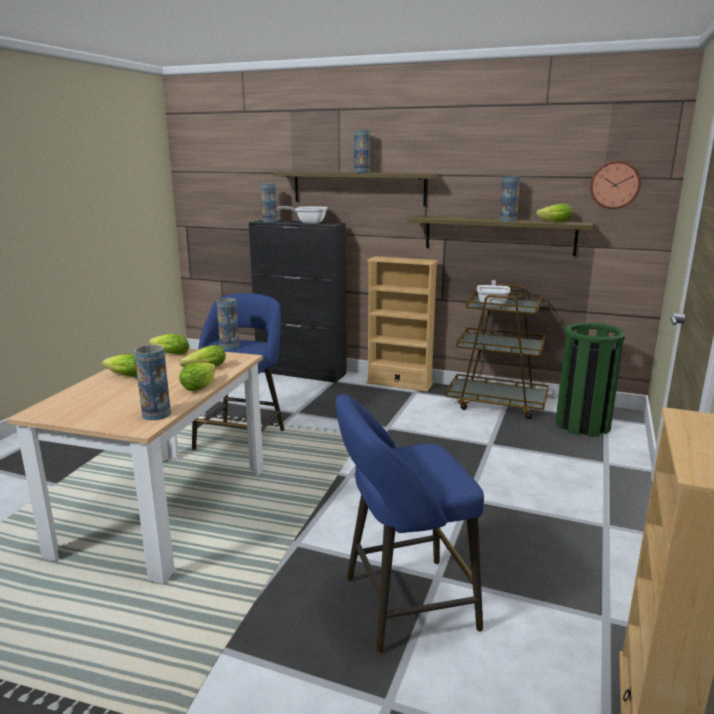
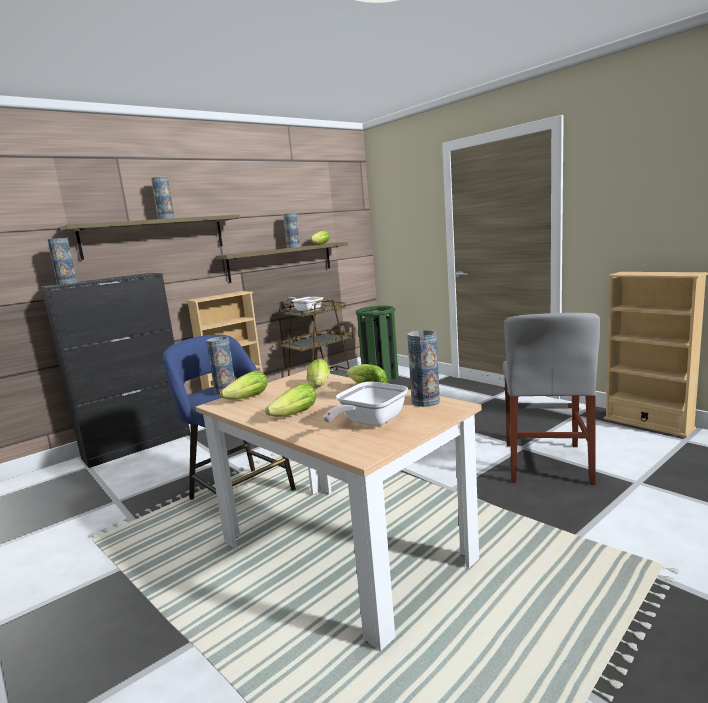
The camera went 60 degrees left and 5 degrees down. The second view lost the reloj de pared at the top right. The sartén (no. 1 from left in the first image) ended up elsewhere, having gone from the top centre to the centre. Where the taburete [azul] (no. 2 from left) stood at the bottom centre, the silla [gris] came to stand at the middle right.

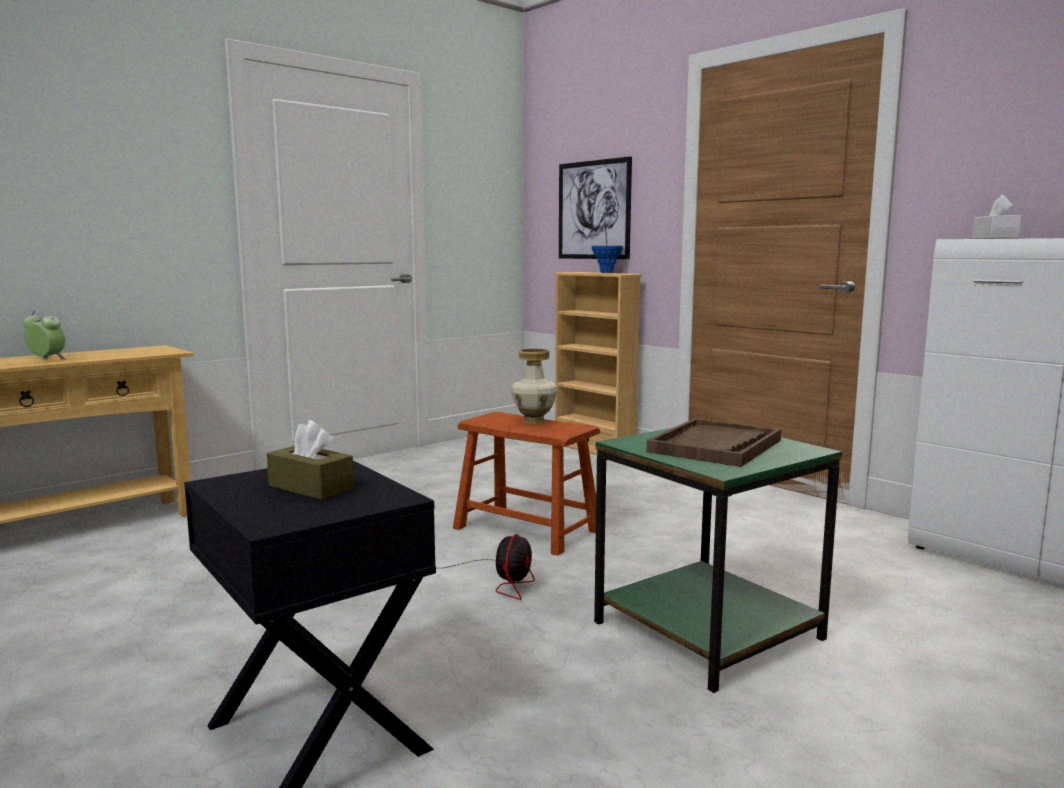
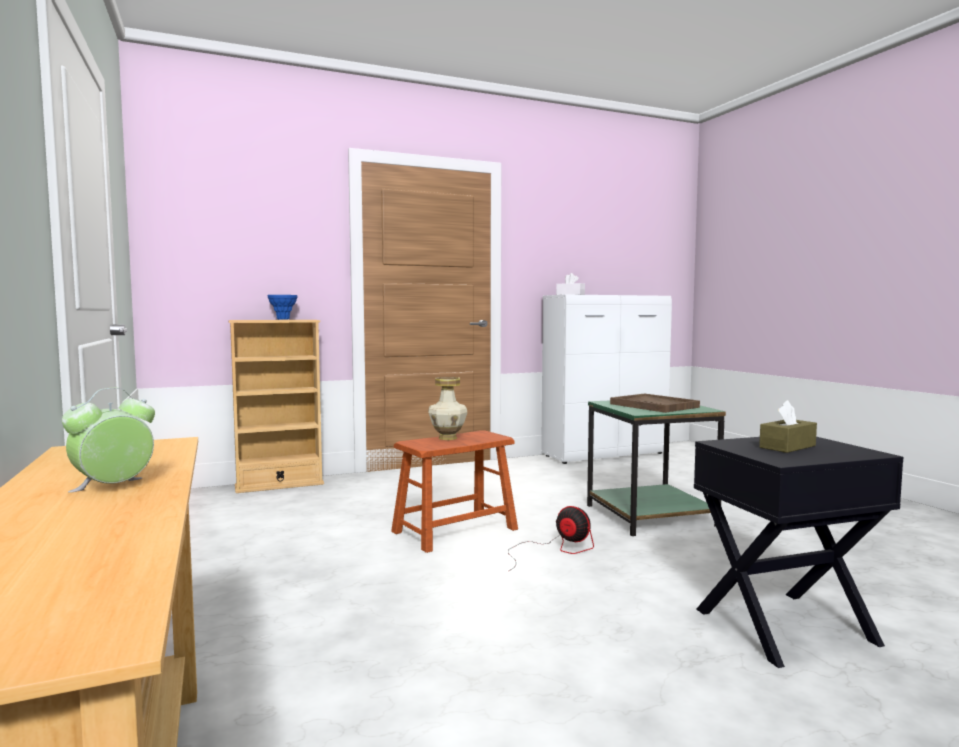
The camera went 70 degrees left and 5 degrees down. The second view lost the cuadro at the top centre.

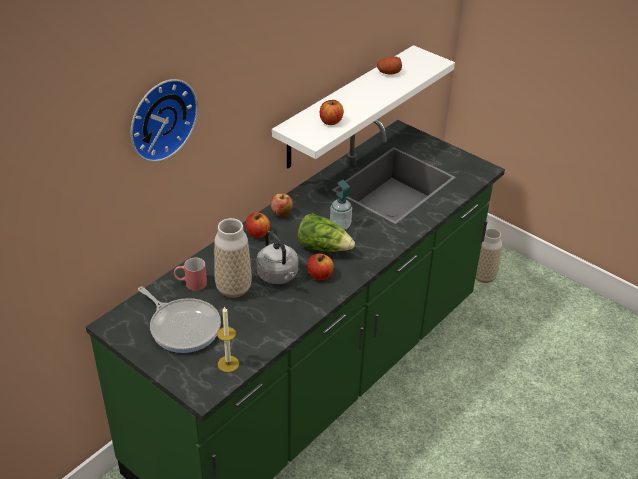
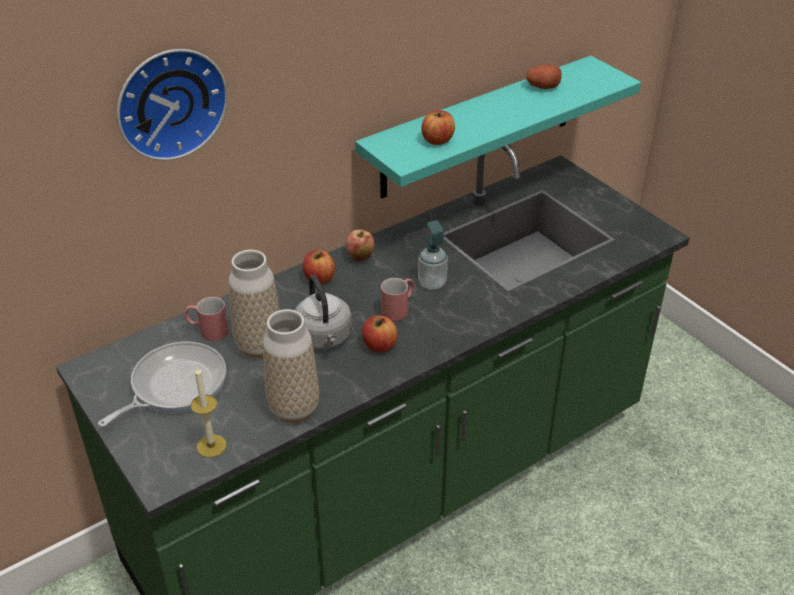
The camera went 15 degrees right and 0 degrees up. The florero (no. 2 from left) ended up elsewhere, having gone from the middle right to the centre. Where the lechuga stood at the centre, the taza grande [rojo] (no. 2 from left) came to stand at the centre. What was the estante [blanco] at the top centre turned into the estante [turquesa] at the top centre. The sartén at the bottom left ended up facing another way, 105 degrees counterclockwise from before.

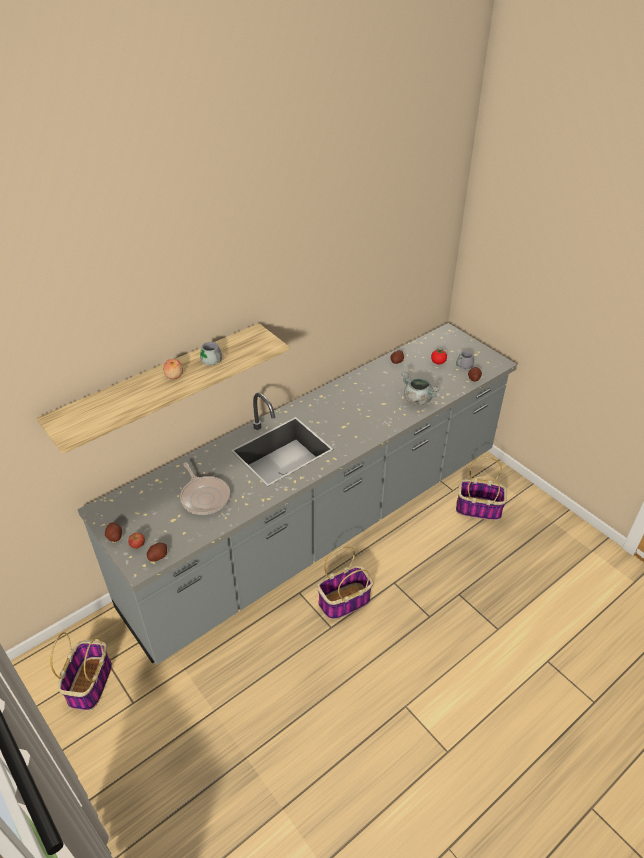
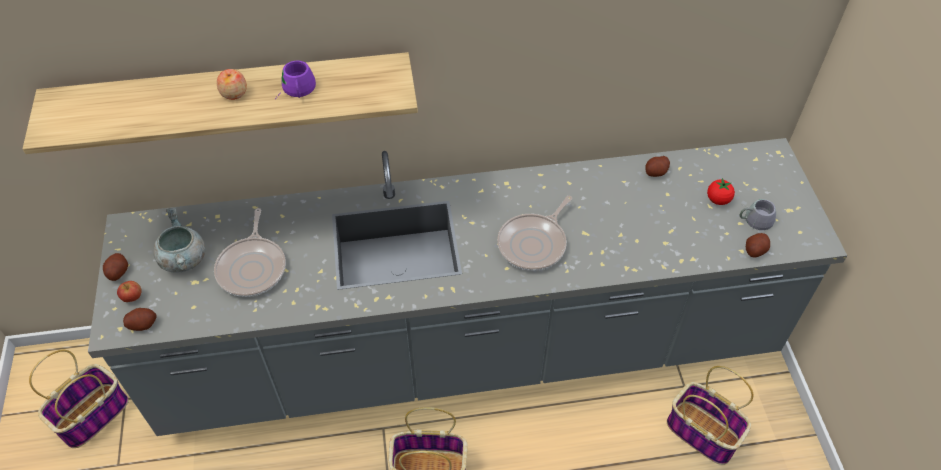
The camera went 30 degrees right and 10 degrees up. The second view gained the sartén (no. 2 from left) at the centre. The olla [gris] ended up elsewhere, having gone from the centre to the middle left. What was the taza grande [gris] (no. 1 from left) at the middle left turned into the taza grande [morado] at the top left.

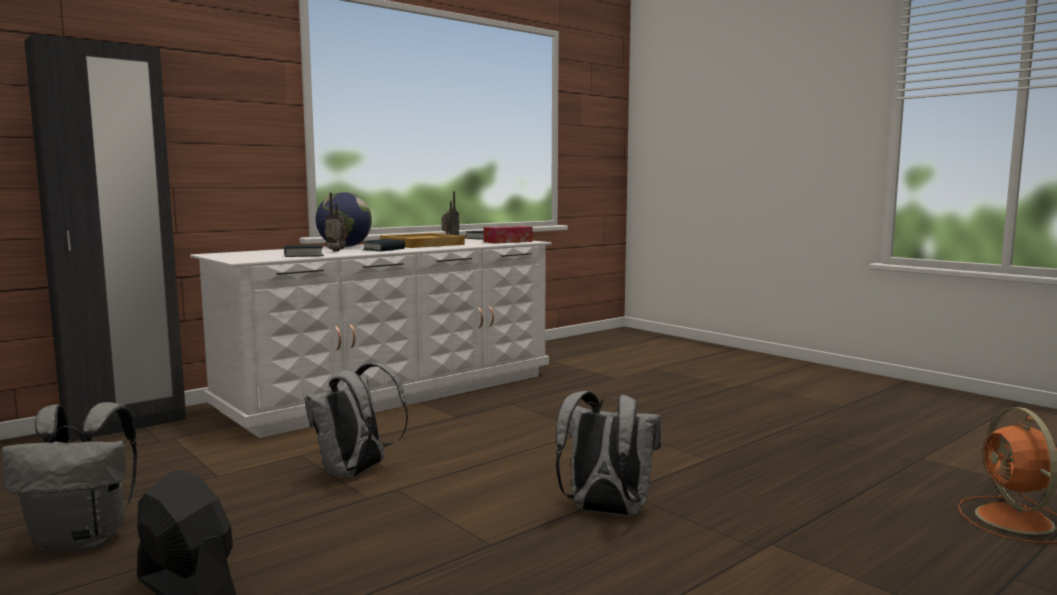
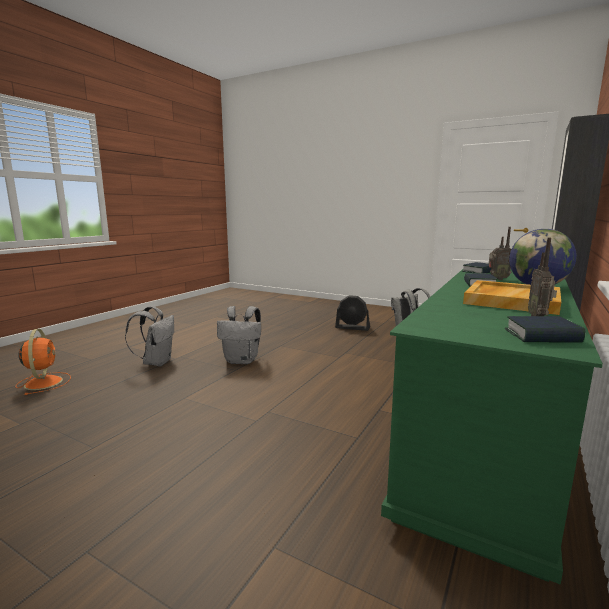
The camera went 160 degrees right and 5 degrees up. The second view lost the caja de pañuelos at the centre. The mochila [gris] (no. 2 from left in the first image) ended up elsewhere, having gone from the bottom centre to the middle left. What was the cómoda [blanco] at the centre turned into the cómoda [verde] at the bottom right.

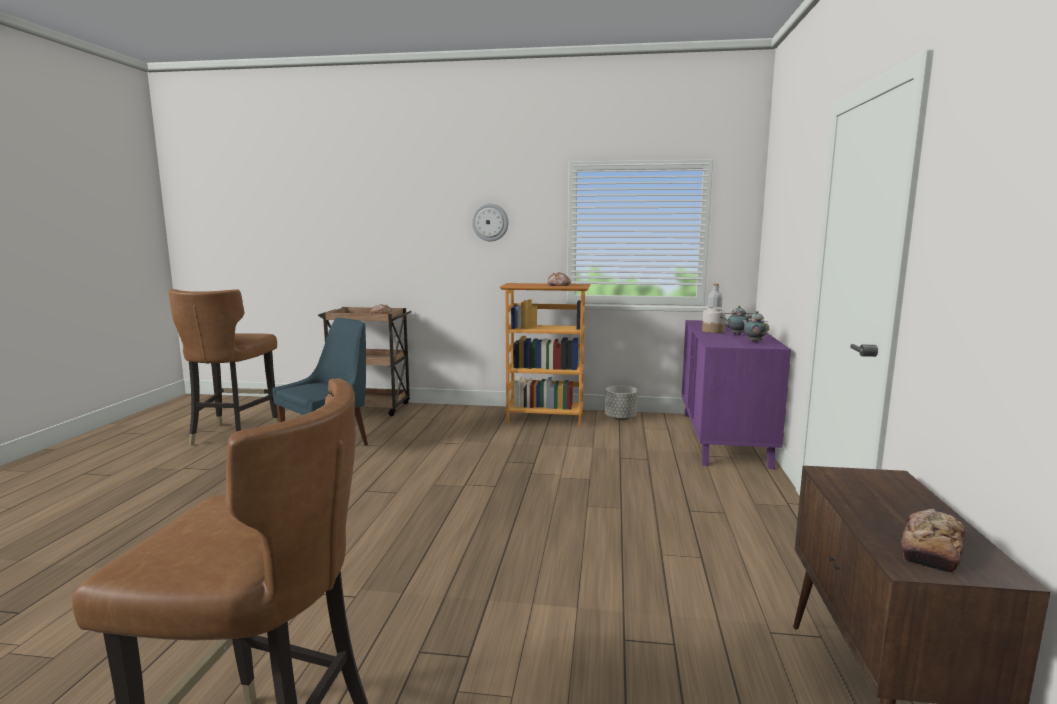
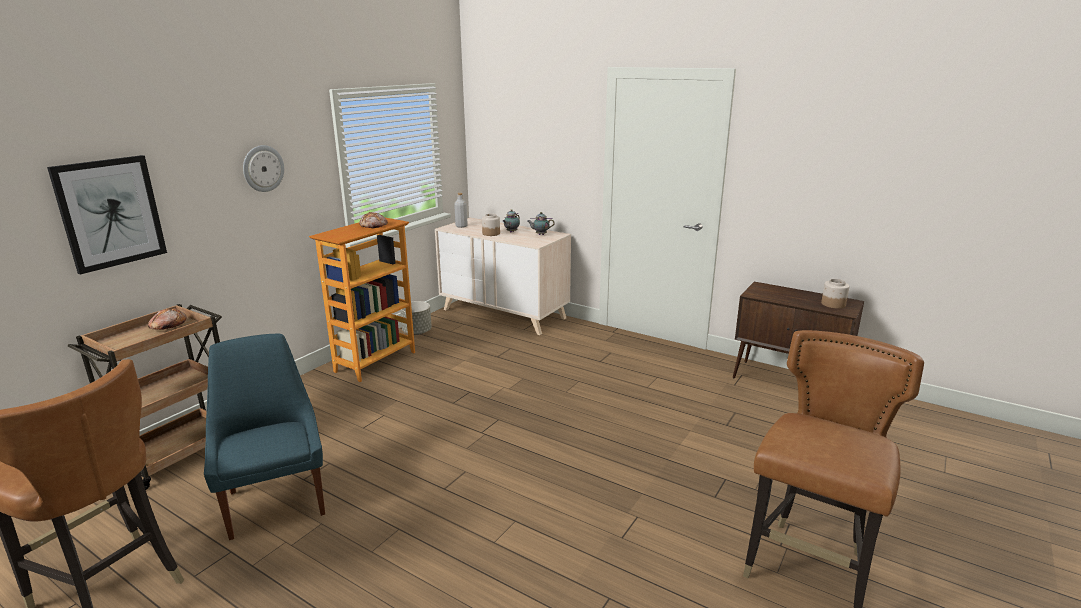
The camera went 65 degrees left and 10 degrees up. The second view gained the cuadro at the middle left. Where the pan (no. 3 from left) stood at the bottom right, the tarro (no. 2 from left) came to stand at the middle right. What was the cómoda [morado] at the middle right turned into the cómoda [beis] at the centre.

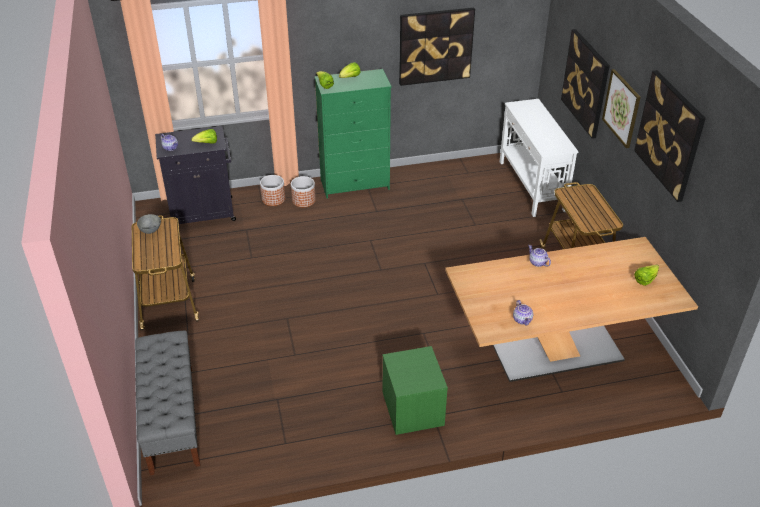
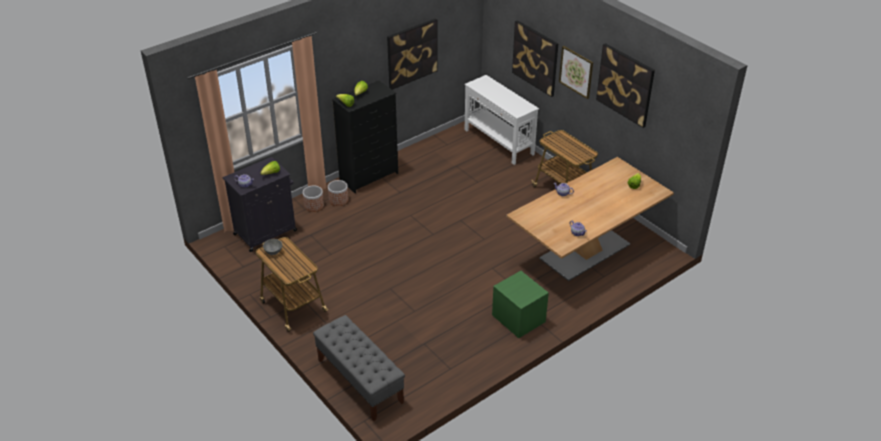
The camera went 25 degrees left and 0 degrees up. What was the cómoda [verde] at the top centre turned into the cómoda [negro] at the top centre.

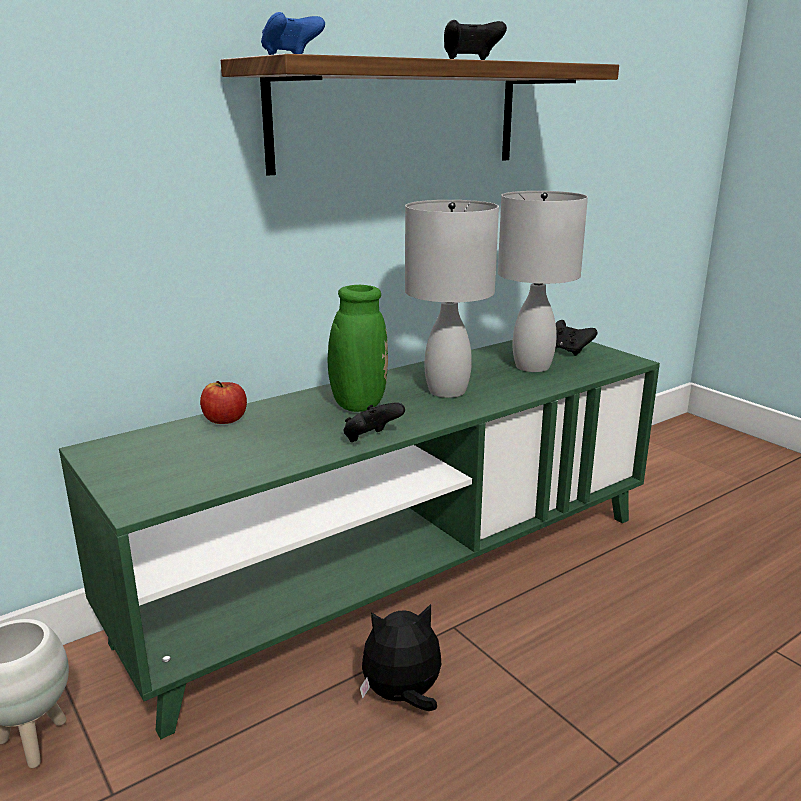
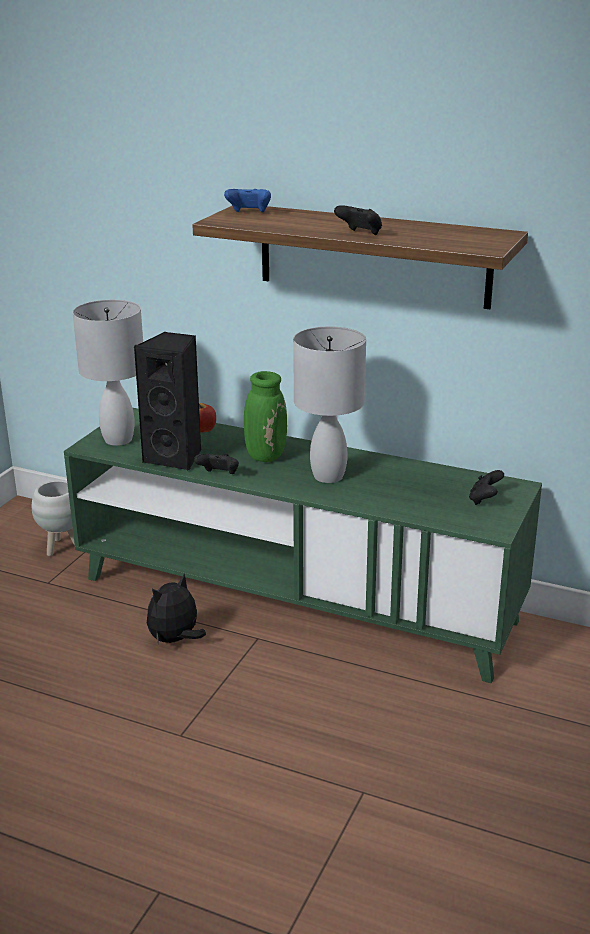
The camera went 60 degrees right and 5 degrees up. The second view gained the altavoz [negro] at the middle left. The lámpara de mesa [blanco] (no. 2 from left in the first image) ended up elsewhere, having gone from the middle right to the middle left. The peluche at the bottom centre ended up facing another way, 90 degrees counterclockwise from before.

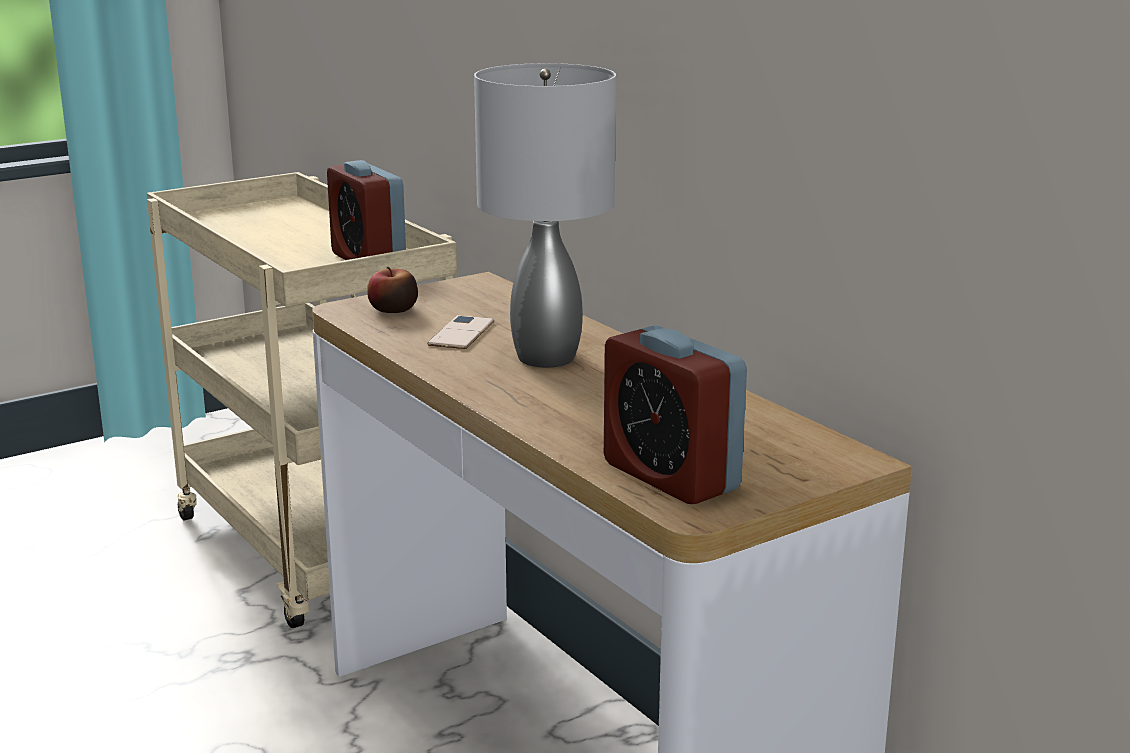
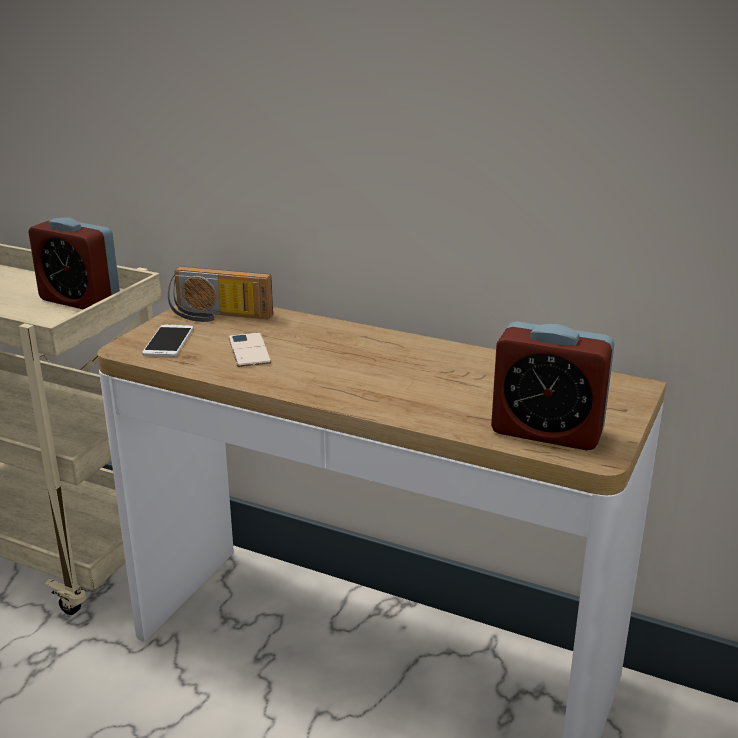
The camera went 30 degrees left and 5 degrees up. The second view lost the lámpara de mesa [gris] at the top centre. The second view gained the radio at the middle left. Where the manzana stood at the centre, the móvil (no. 1 from left) came to stand at the middle left.

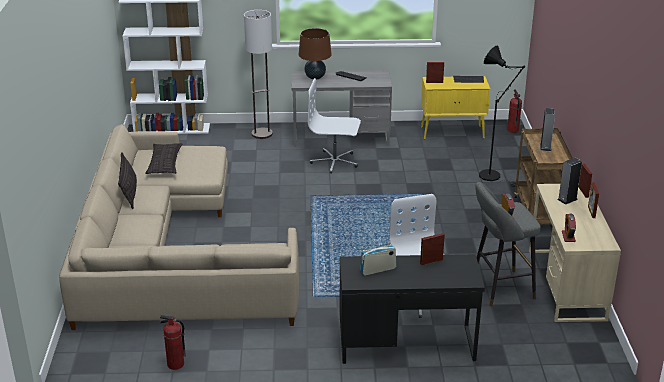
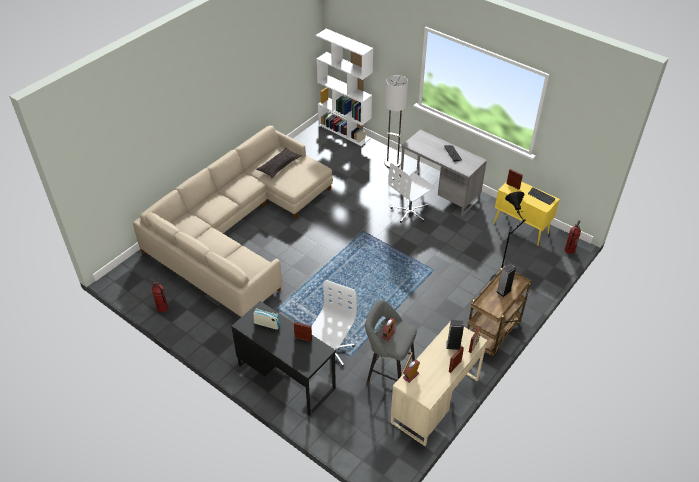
The camera went 40 degrees right and 15 degrees up. The second view lost the cojín (no. 1 from left) at the middle left. The second view lost the lámpara de mesa [marrón] at the top centre. The silla de oficina [blanco] (no. 1 from left in the first image) at the top centre ended up facing another way, 90 degrees counterclockwise from before.

